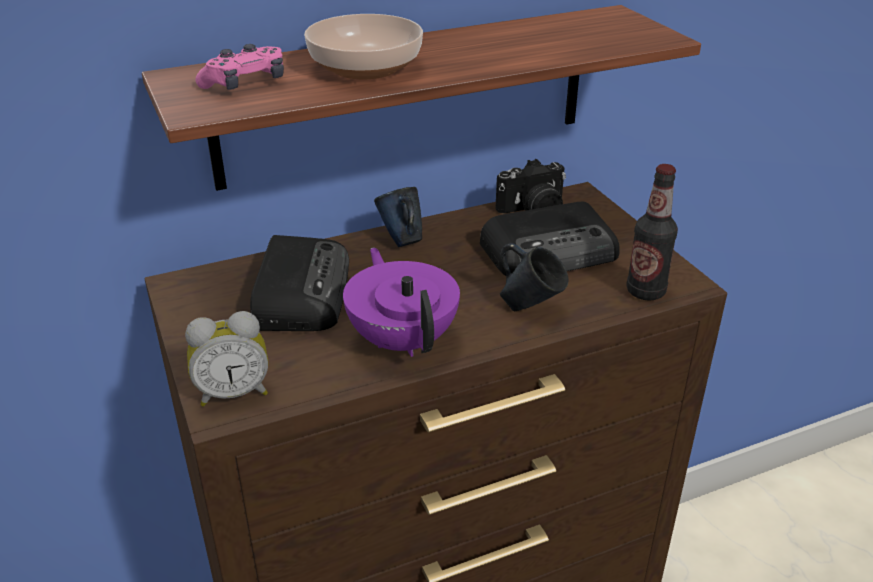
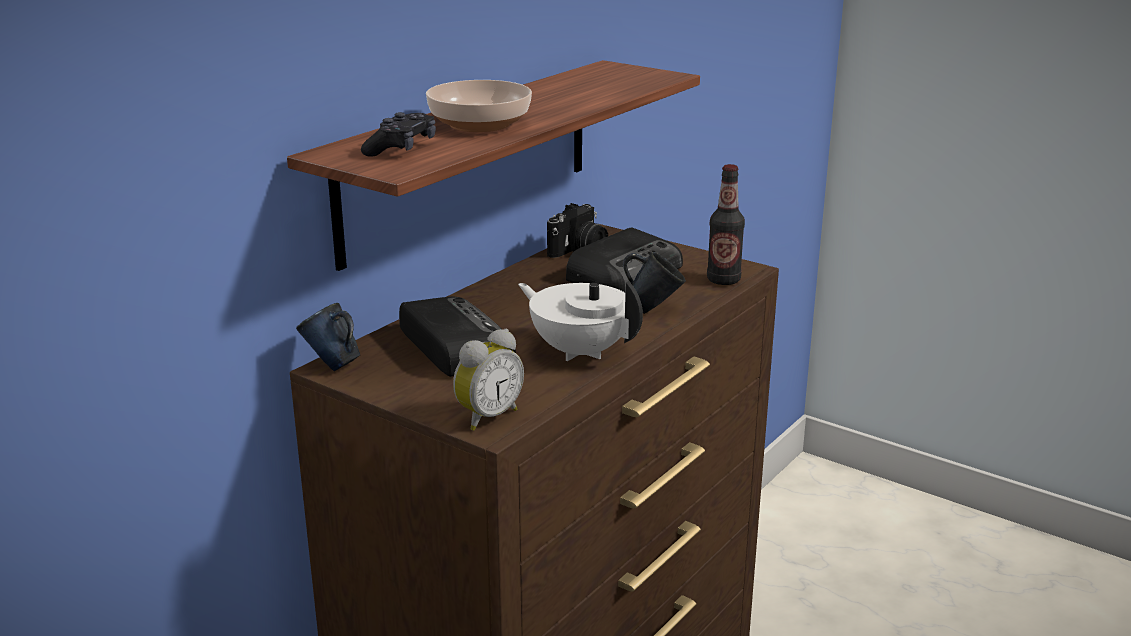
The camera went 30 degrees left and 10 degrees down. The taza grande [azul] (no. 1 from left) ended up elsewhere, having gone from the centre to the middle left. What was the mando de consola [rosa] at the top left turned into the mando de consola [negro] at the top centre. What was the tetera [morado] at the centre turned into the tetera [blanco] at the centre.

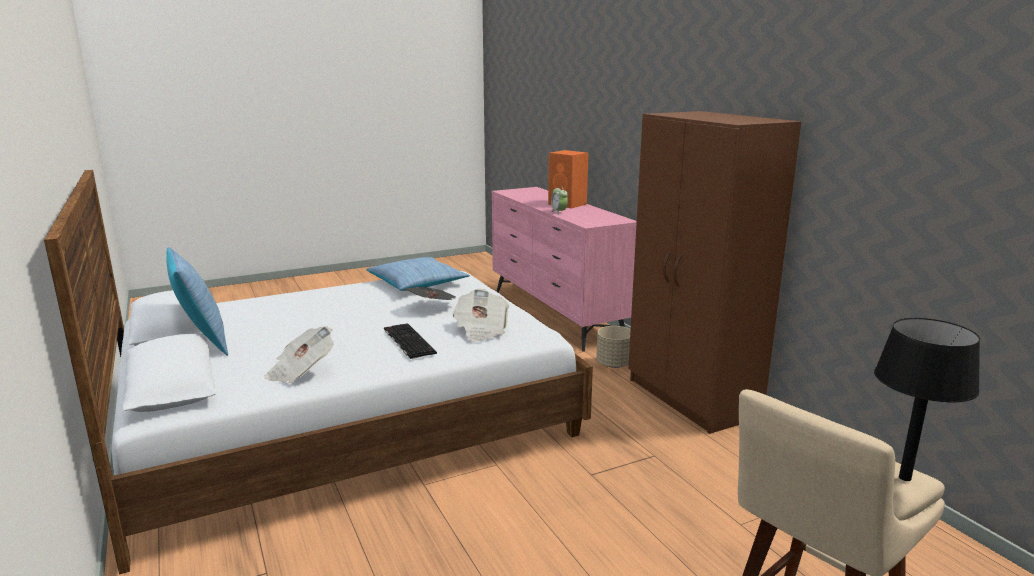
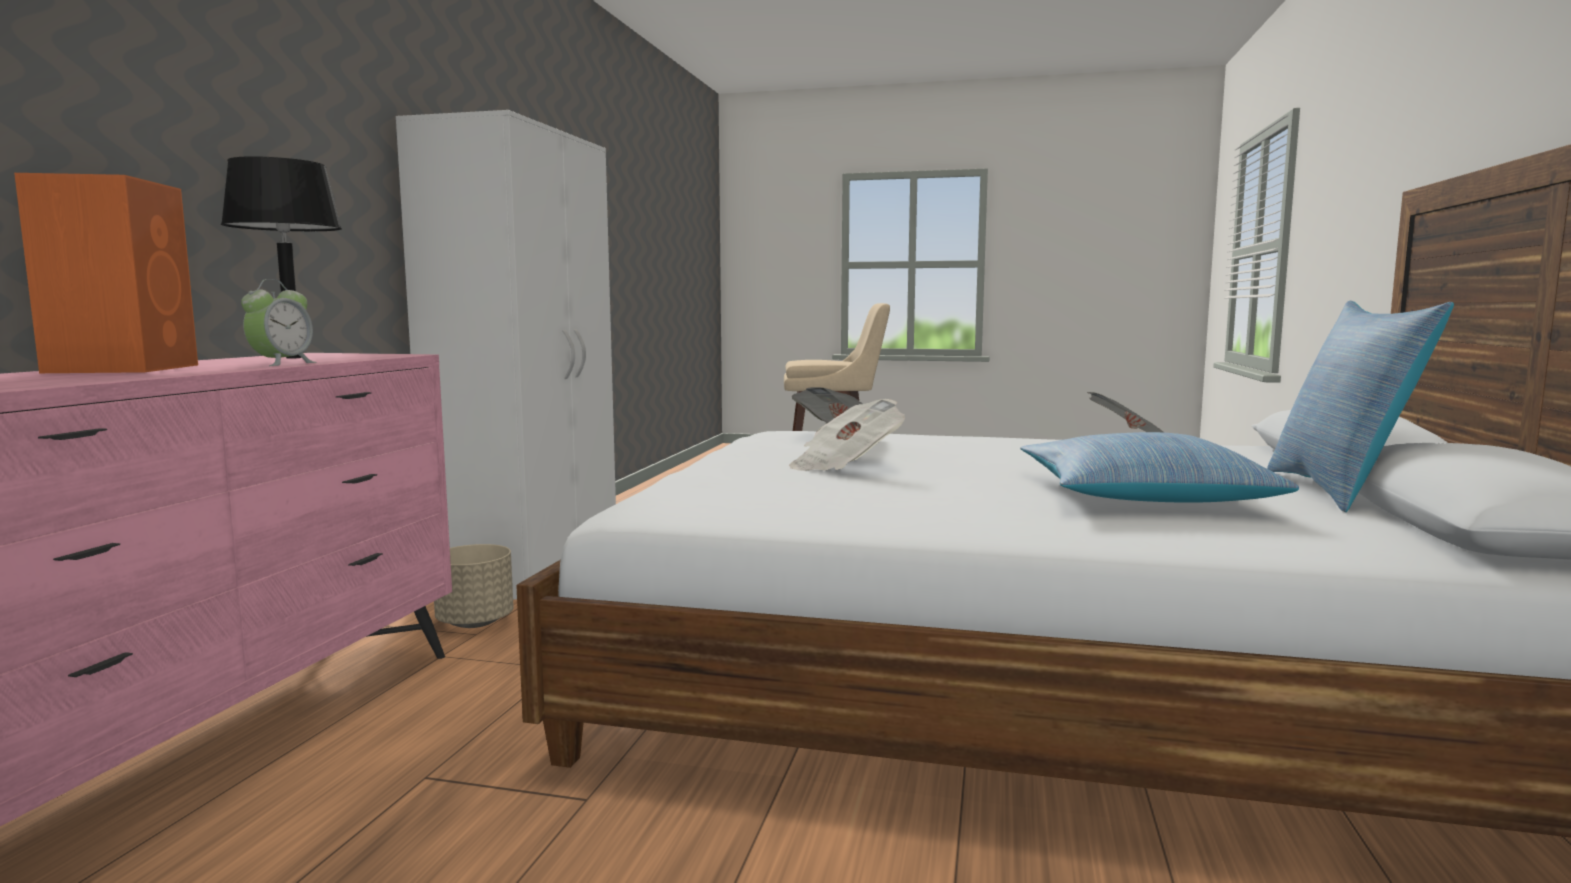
The camera went 140 degrees left and 10 degrees down. The second view lost the teclado at the centre. The cojín (no. 2 from left in the first image) ended up elsewhere, having gone from the centre to the middle right. The lámpara de mesa [negro] ended up elsewhere, having gone from the bottom right to the top left. What was the armario ropero [marrón] at the middle right turned into the armario ropero [blanco] at the middle left.

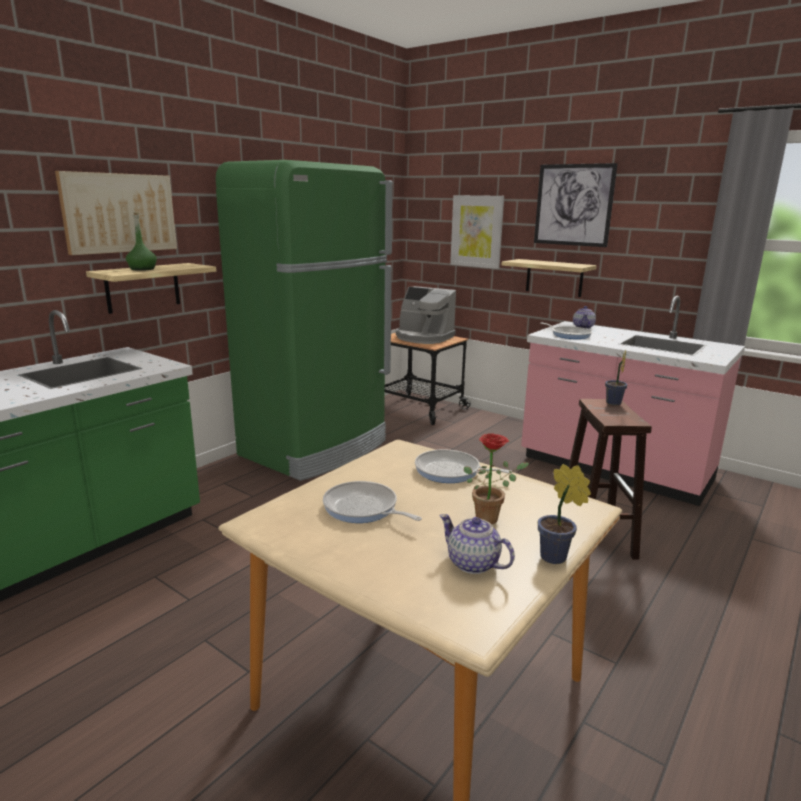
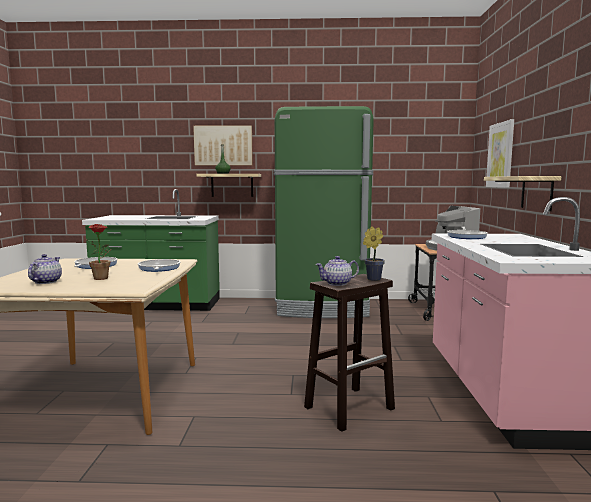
The camera went 55 degrees right and 10 degrees down. The second view lost the cuadro (no. 3 from left) at the top right. The second view lost the planta en maceta (no. 2 from left) at the middle right. The tetera (no. 2 from left) ended up elsewhere, having gone from the middle right to the centre.

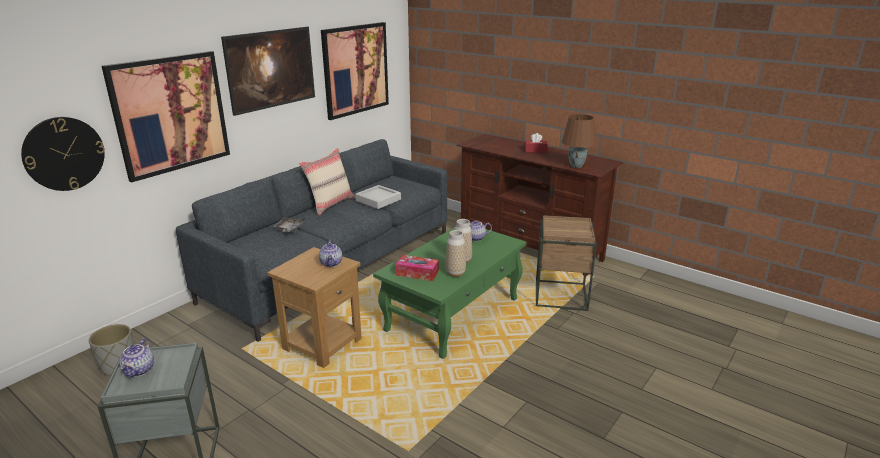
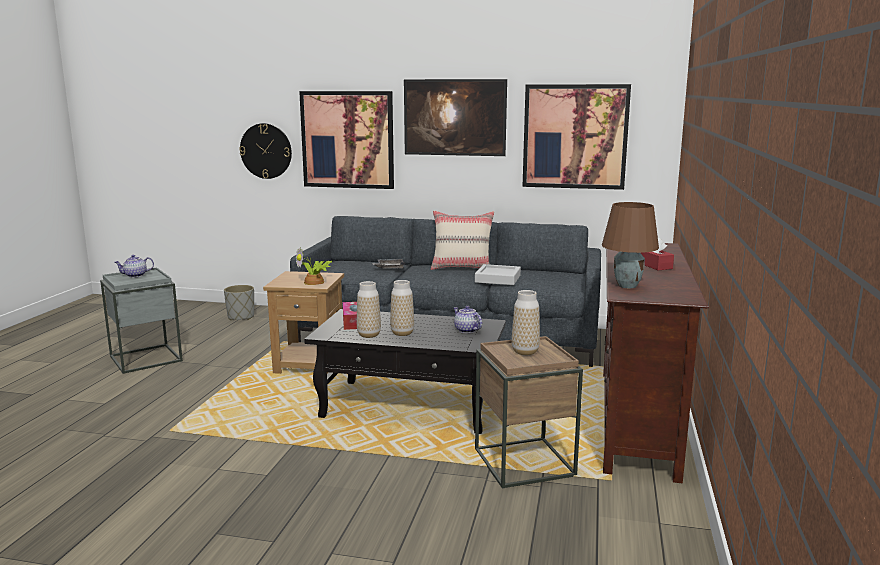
The camera went 65 degrees right and 10 degrees down. The second view gained the florero (no. 3 from left) at the centre. Where the tetera (no. 2 from left) stood at the centre, the planta en maceta came to stand at the centre. What was the mesa de centro [verde] at the centre turned into the mesa de centro [negro] at the centre.

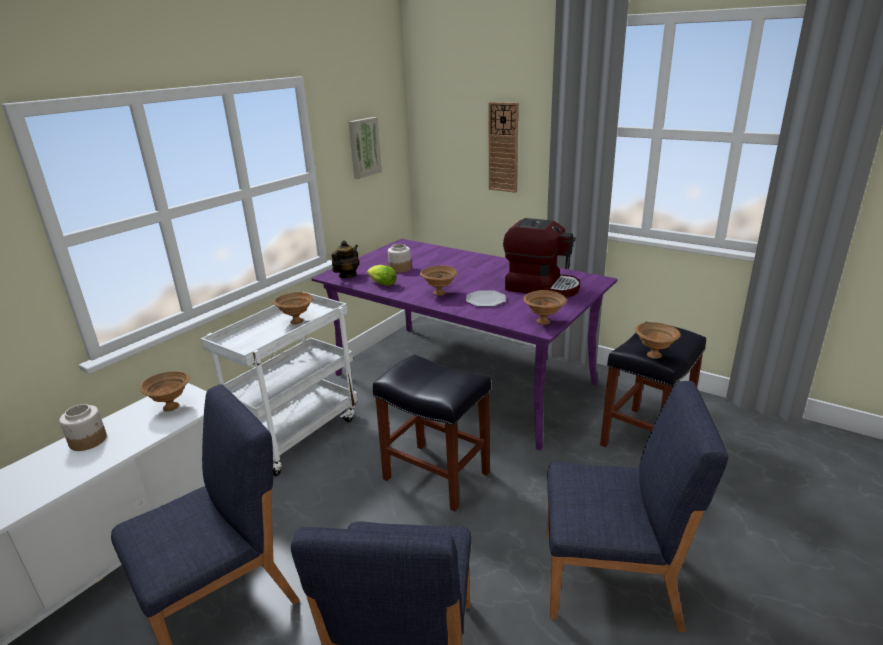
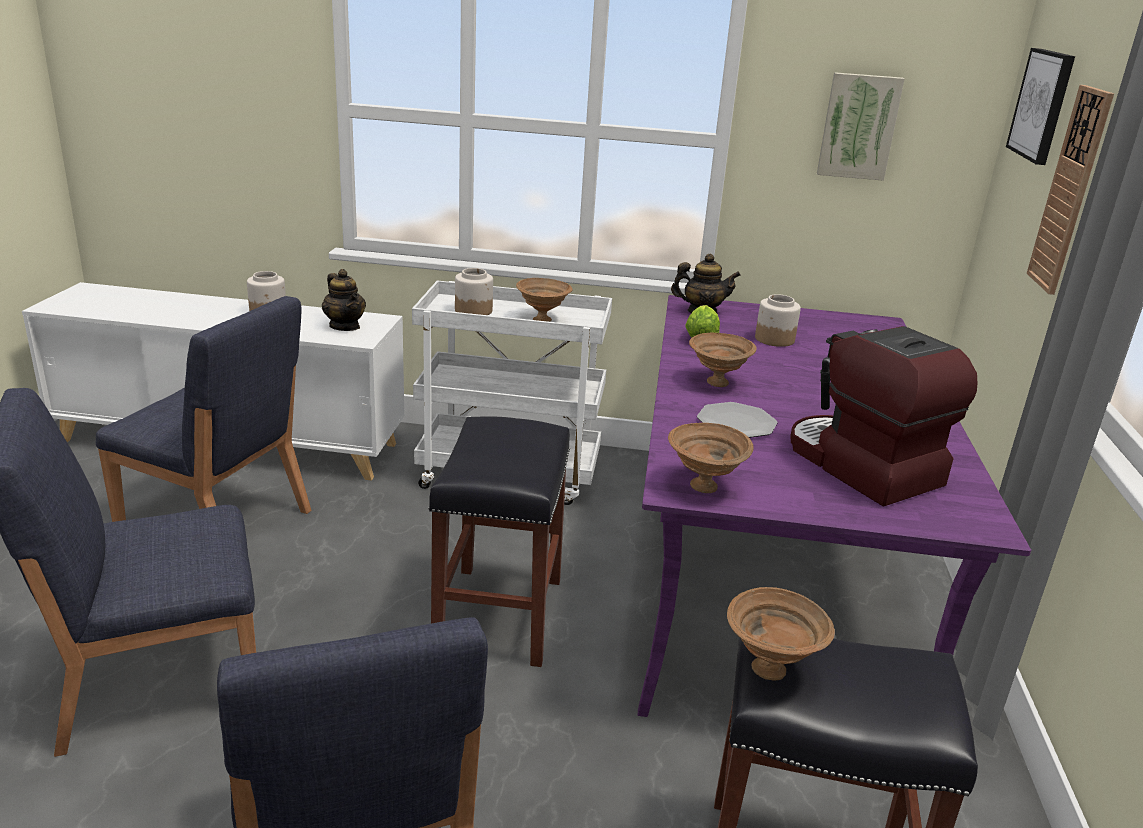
The camera went 60 degrees right and 0 degrees up. The second view gained the tarro (no. 2 from left) at the centre. The second view gained the cuadro (no. 2 from left) at the top right. Where the cuenco [marrón] (no. 1 from left) stood at the middle left, the tetera (no. 1 from left) came to stand at the middle left. The cafetera at the centre ended up facing another way, 150 degrees clockwise from before.

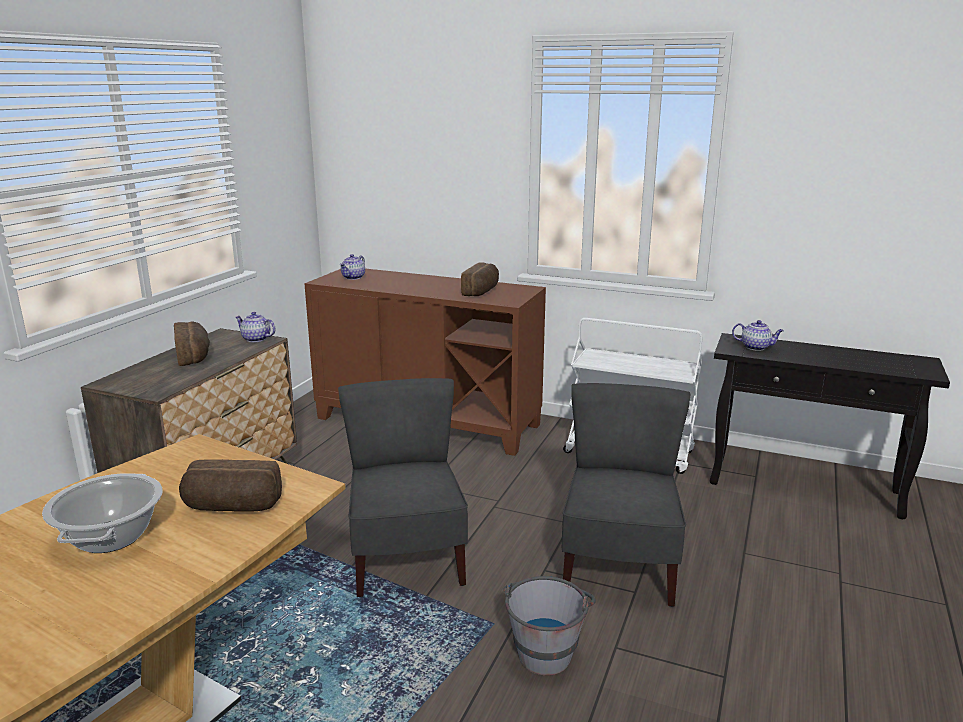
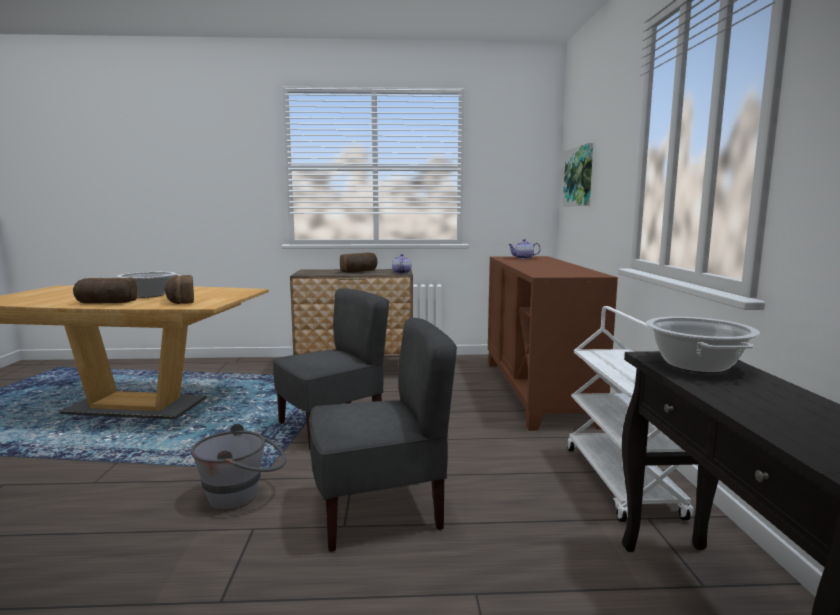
The camera went 65 degrees right and 10 degrees down. The second view gained the cuadro at the top right. The pan (no. 3 from left in the first image) ended up elsewhere, having gone from the centre to the middle left. Where the tetera (no. 3 from left) stood at the middle right, the olla (no. 2 from left) came to stand at the middle right.

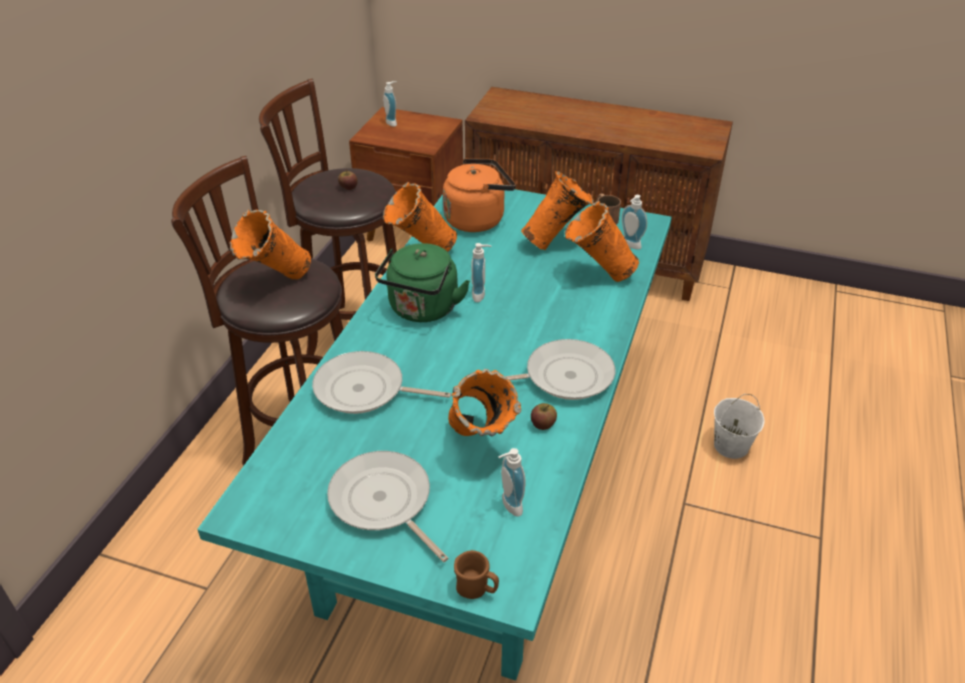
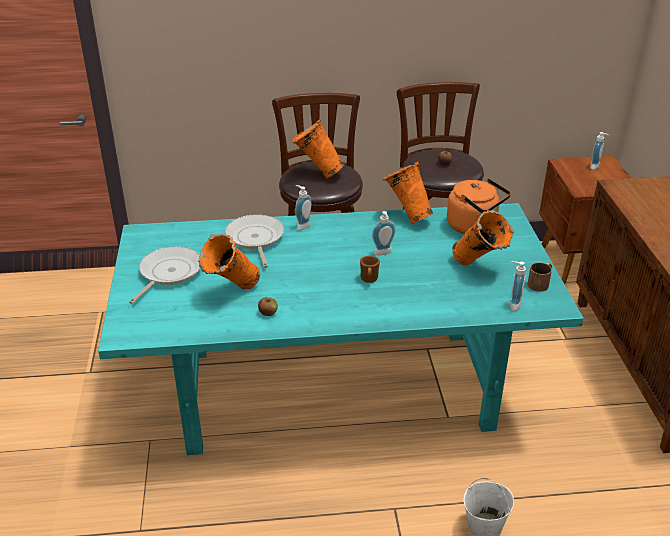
The camera went 65 degrees right and 5 degrees down. The second view lost the hervidor [verde] at the centre. The second view lost the sartén (no. 3 from left) at the centre. The second view lost the florero [naranja] (no. 5 from left) at the centre. The taza grande [marrón] (no. 1 from left) ended up elsewhere, having gone from the bottom centre to the centre. The dispensador de jabón (no. 3 from left in the first image) ended up elsewhere, having gone from the bottom centre to the centre.

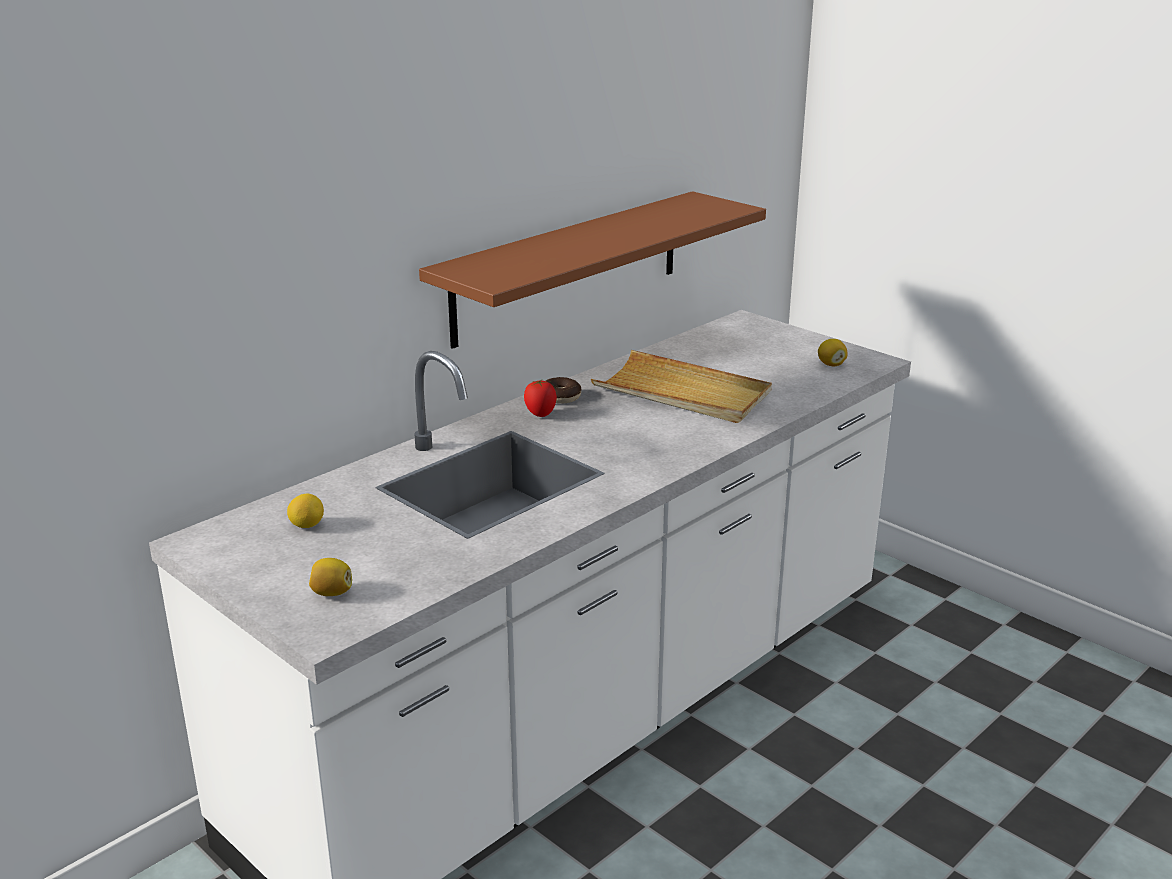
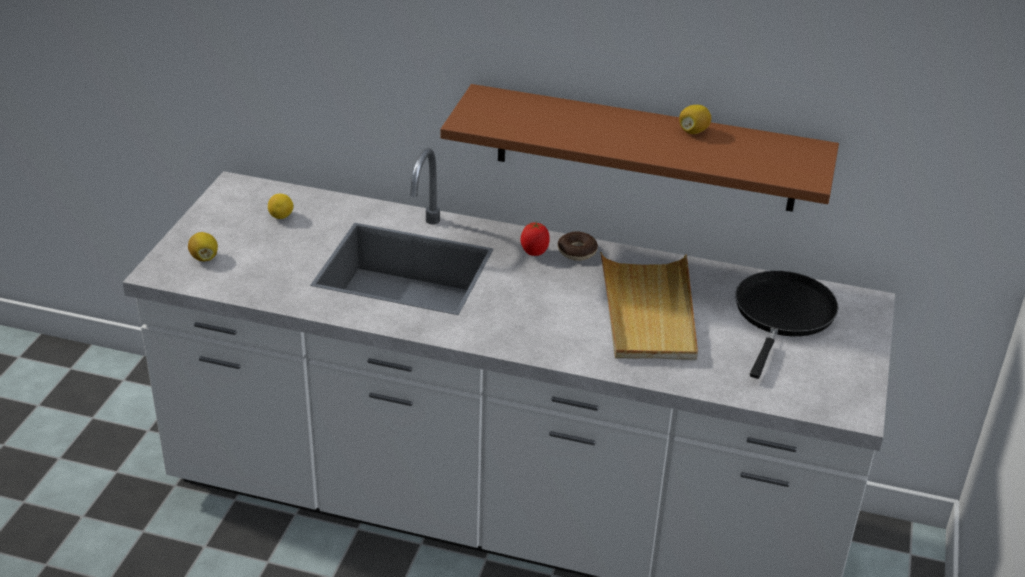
The camera went 60 degrees right and 10 degrees up. The second view gained the sartén [negro] at the middle right. The limón (no. 3 from left) ended up elsewhere, having gone from the middle right to the top right.

